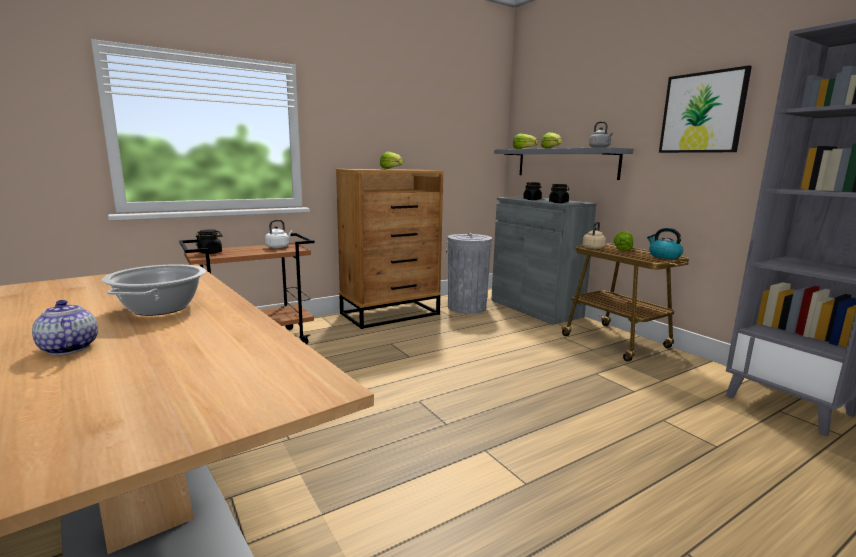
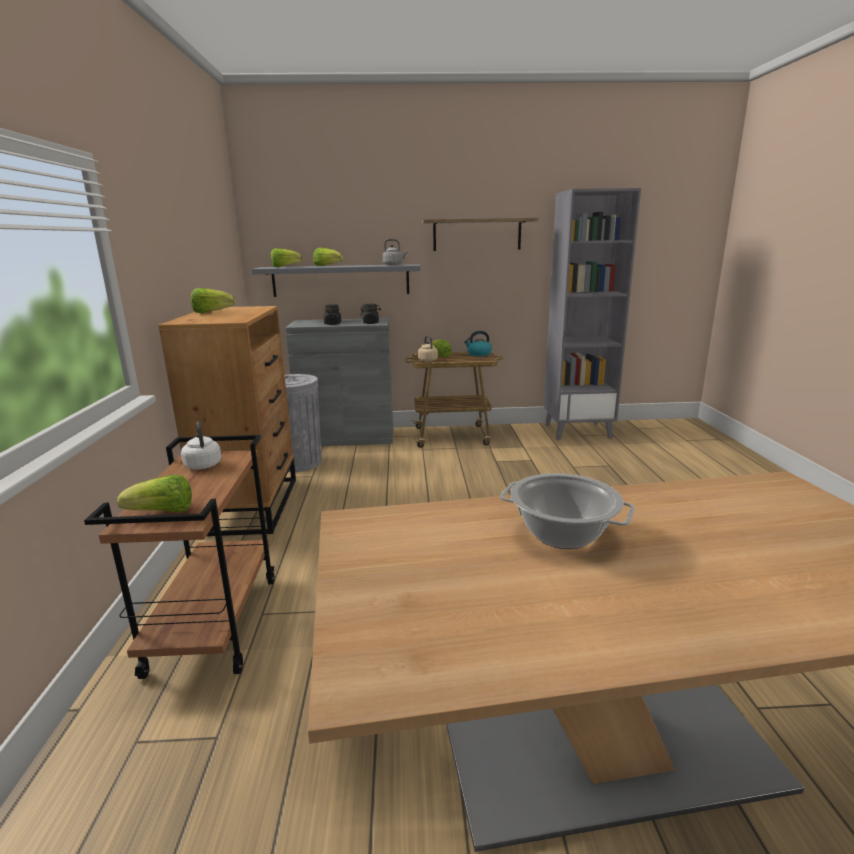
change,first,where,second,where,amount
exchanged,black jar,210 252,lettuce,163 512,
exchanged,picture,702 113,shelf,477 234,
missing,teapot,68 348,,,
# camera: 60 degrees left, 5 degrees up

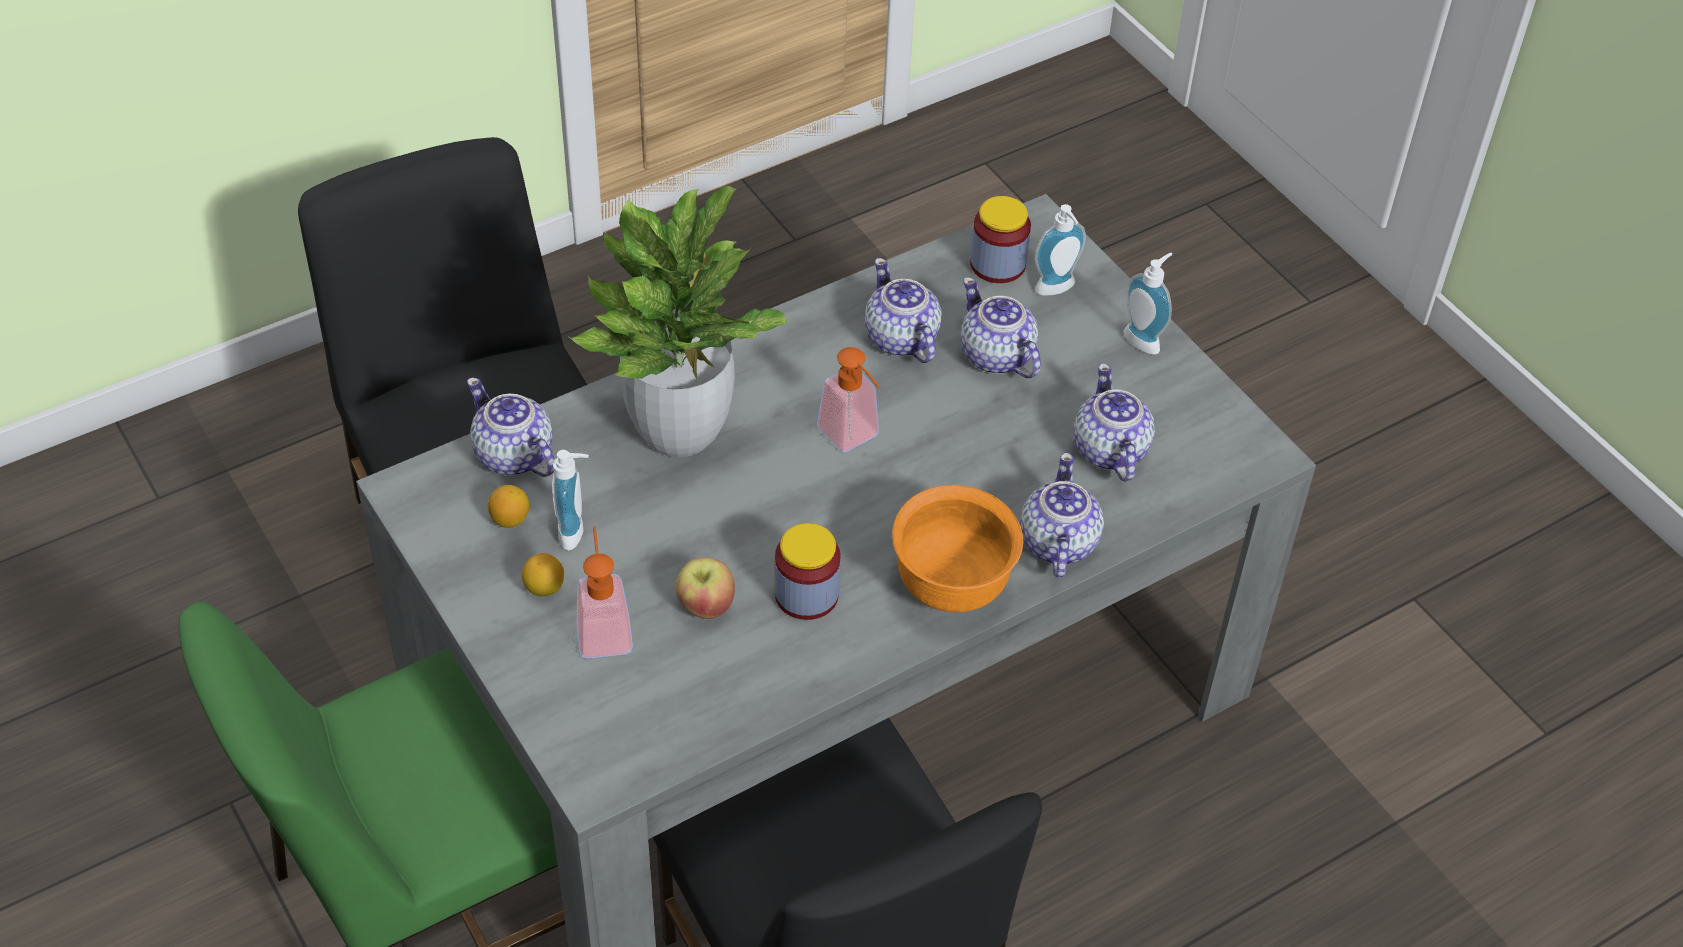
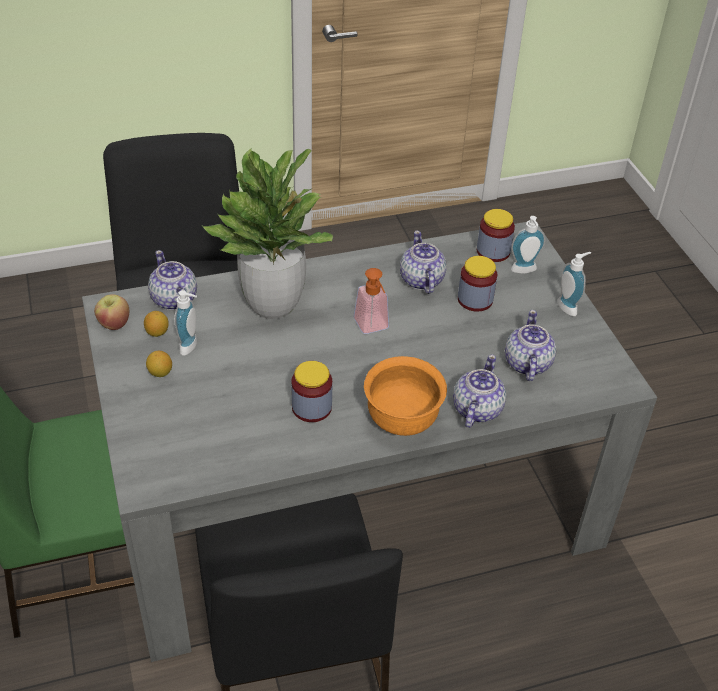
change,first,where,second,where,amount
relocated,apple,705 605,,114 324,
exchanged,teapot,996 356,jar,475 300,
missing,soap dispenser,603 628,,,
# camera: 15 degrees right, 5 degrees down

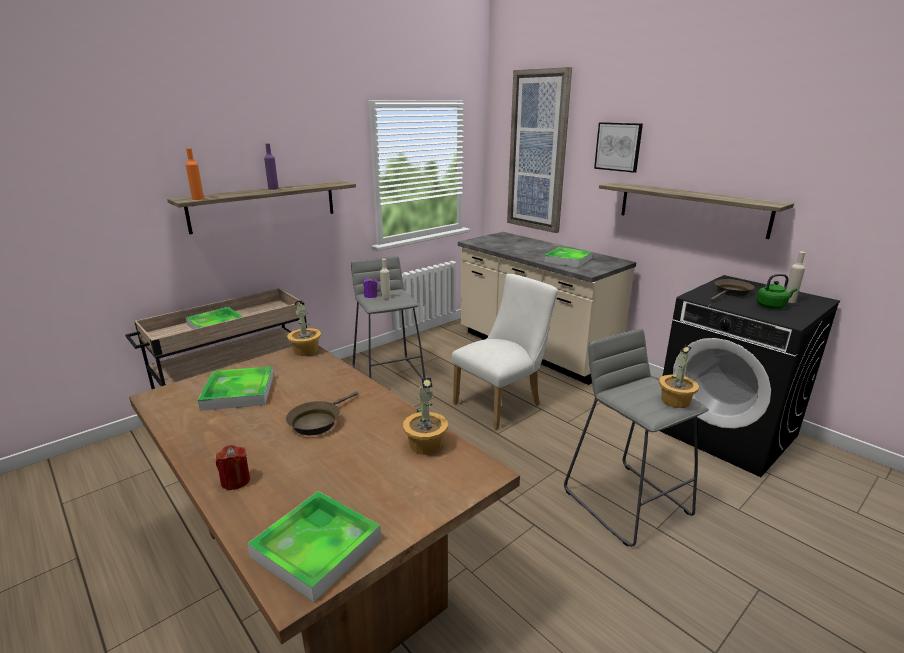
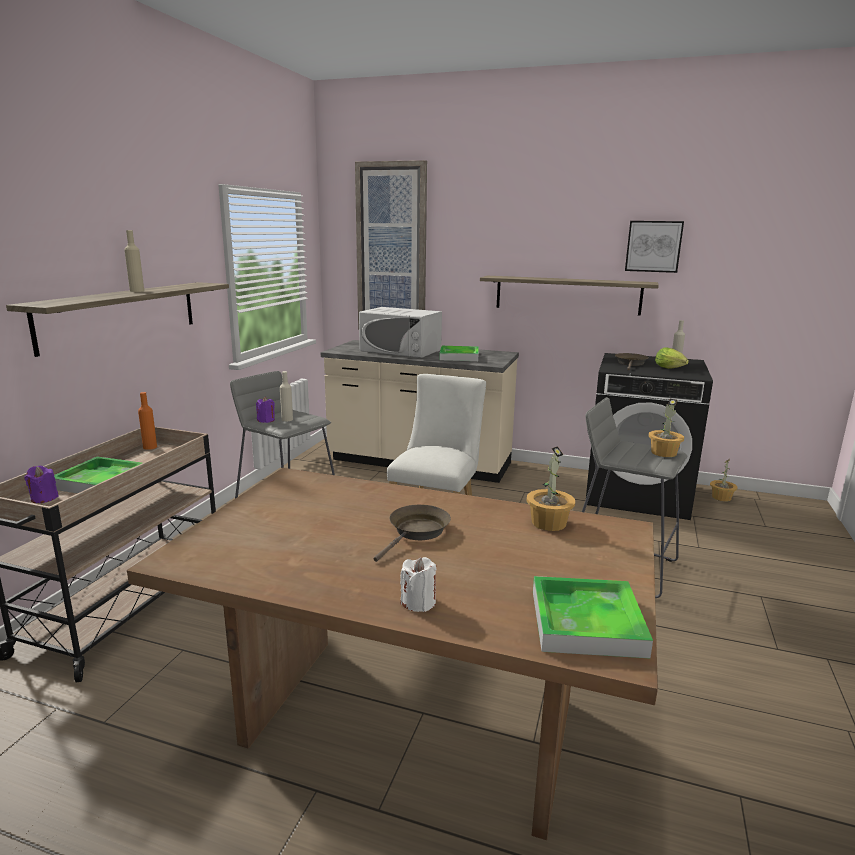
change,first,where,second,where,amount
appeared,,,purple candle,44 498,
colour,purple bottle,273 189,beige bottle,137 291,
relocated,orange bottle,198 199,,150 447,
appeared,,,white microwave,400 350,
spun,brown frying pan,318 421,,417 532,150 degrees counterclockwise
colour,red candle,235 481,white candle,418 602,
relocated,picture,618 147,,653 246,
exchanged,green kettle,772 306,lettuce,671 368,
relocated,potted plant,306 351,,721 497,
missing,tray,239 392,,,
# camera: 30 degrees left, 5 degrees down

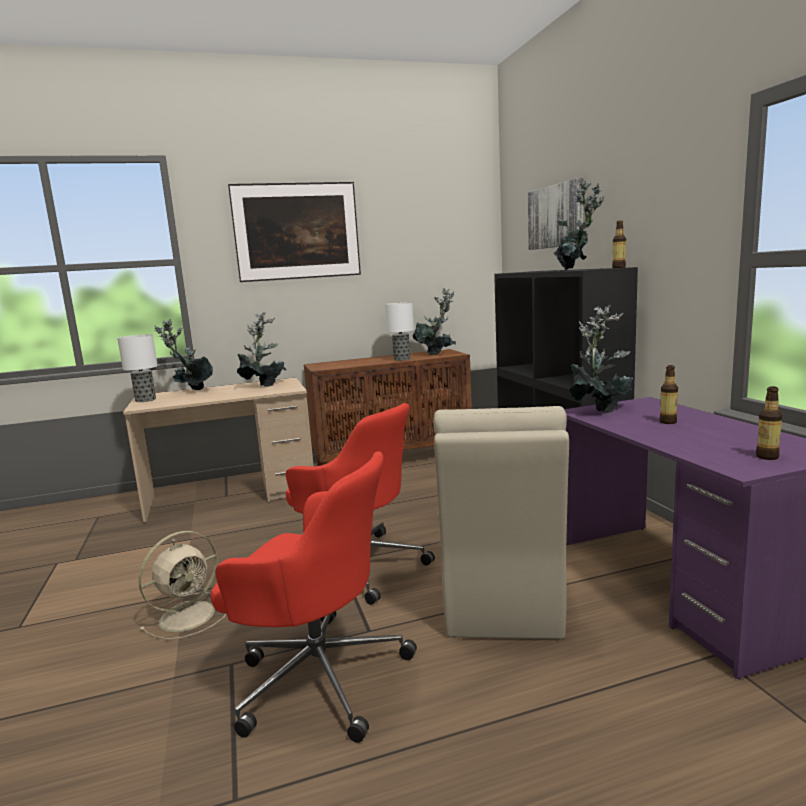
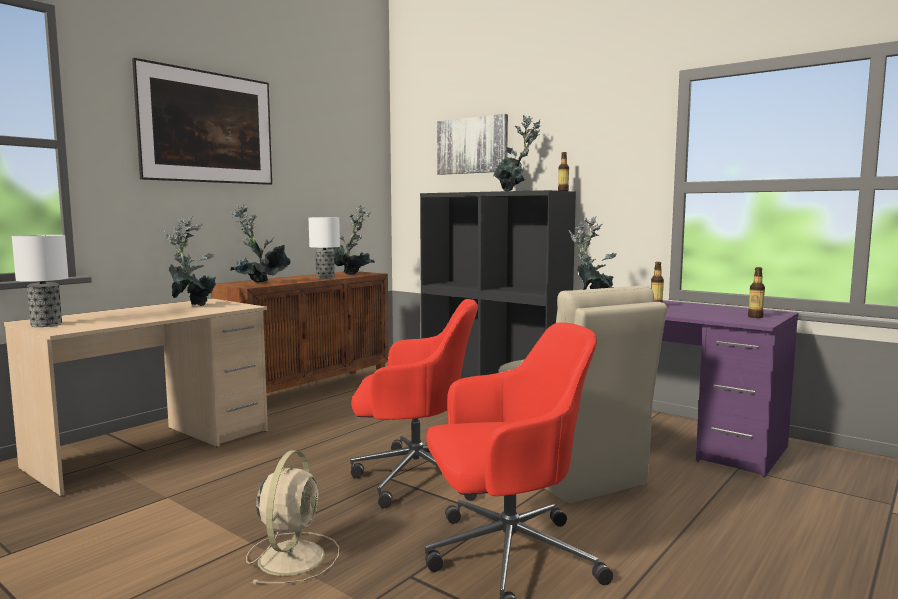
change,first,where,second,where,amount
relocated,potted plant,191 391,,259 283,
# camera: 35 degrees left, 5 degrees down

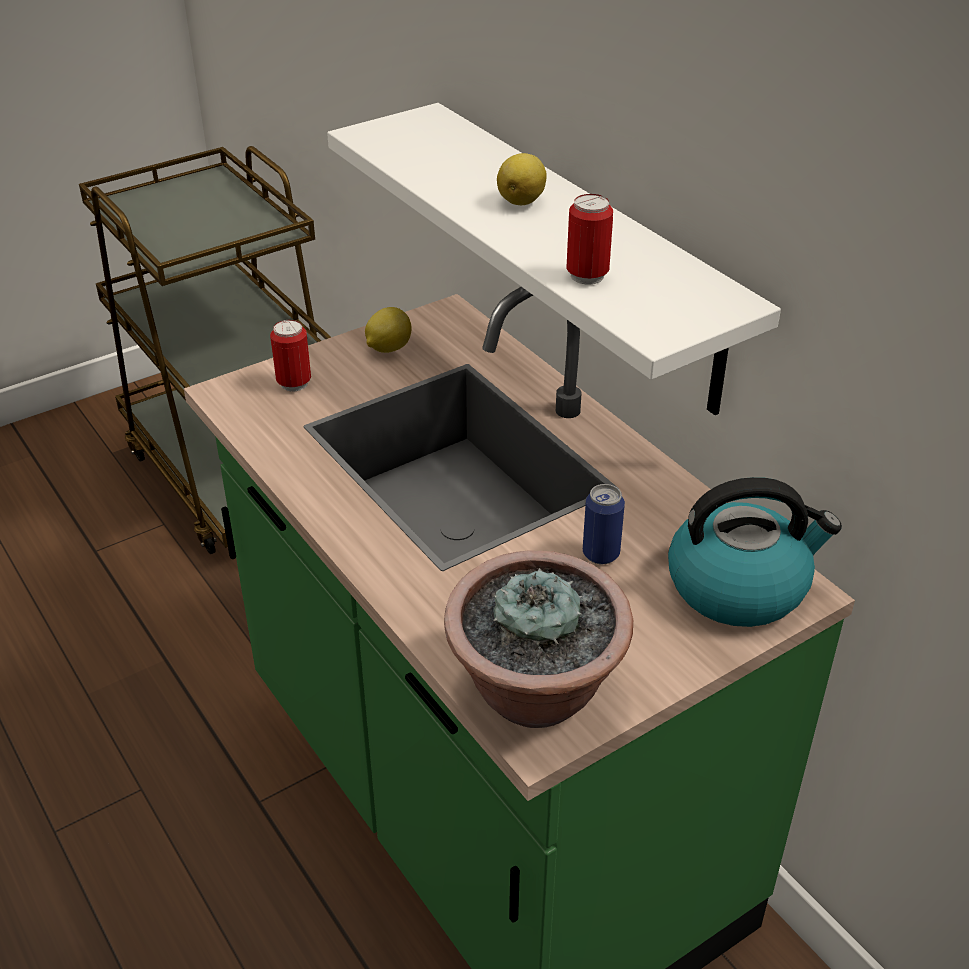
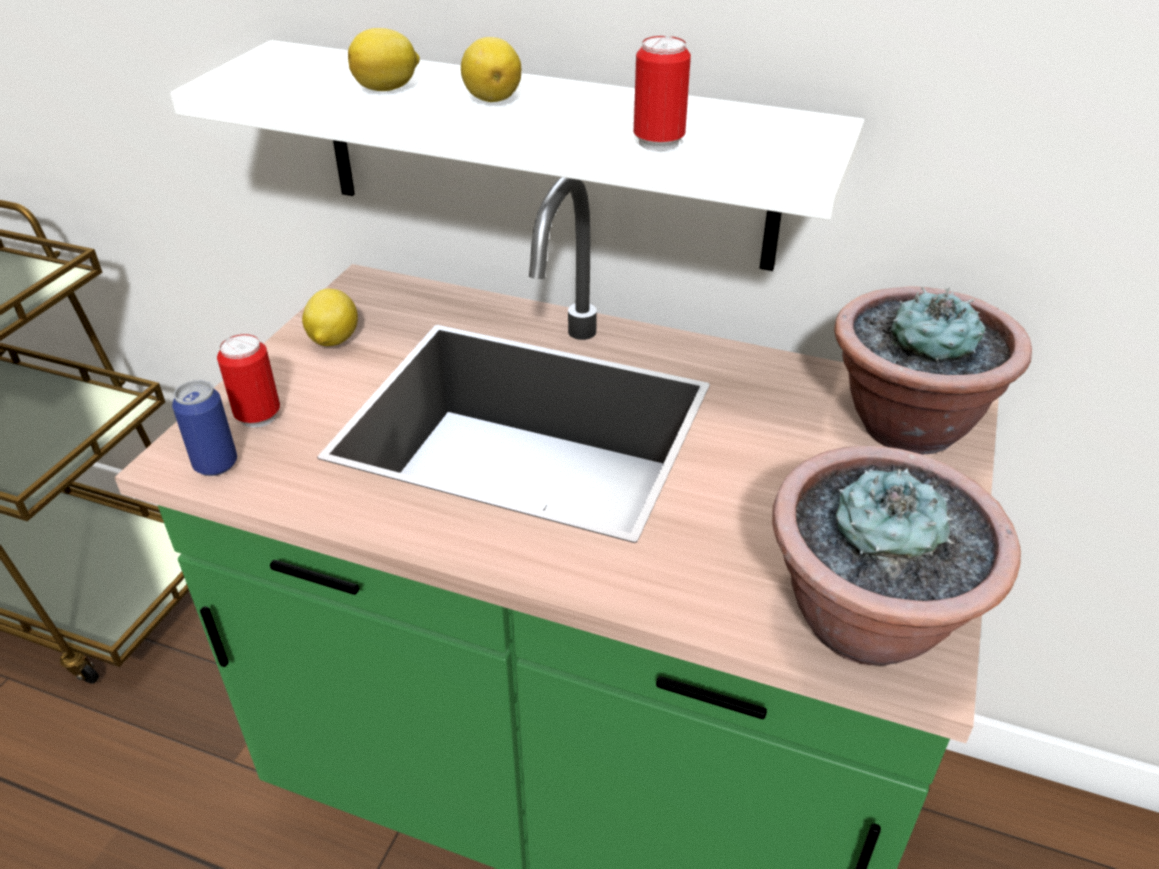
change,first,where,second,where,amount
relocated,can,601 554,,216 464,
appeared,,,lemon,388 89,
exchanged,kettle,739 586,potted plant,906 424,
# camera: 35 degrees left, 0 degrees up

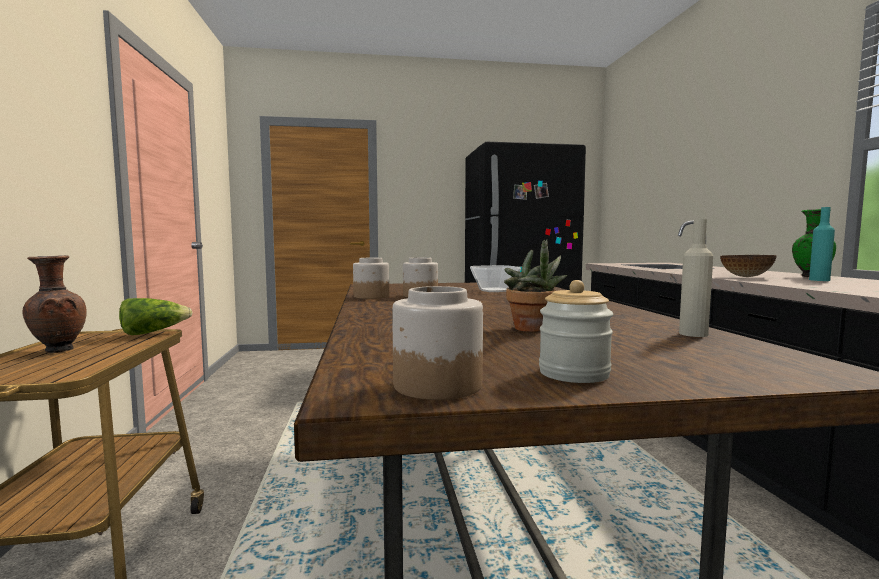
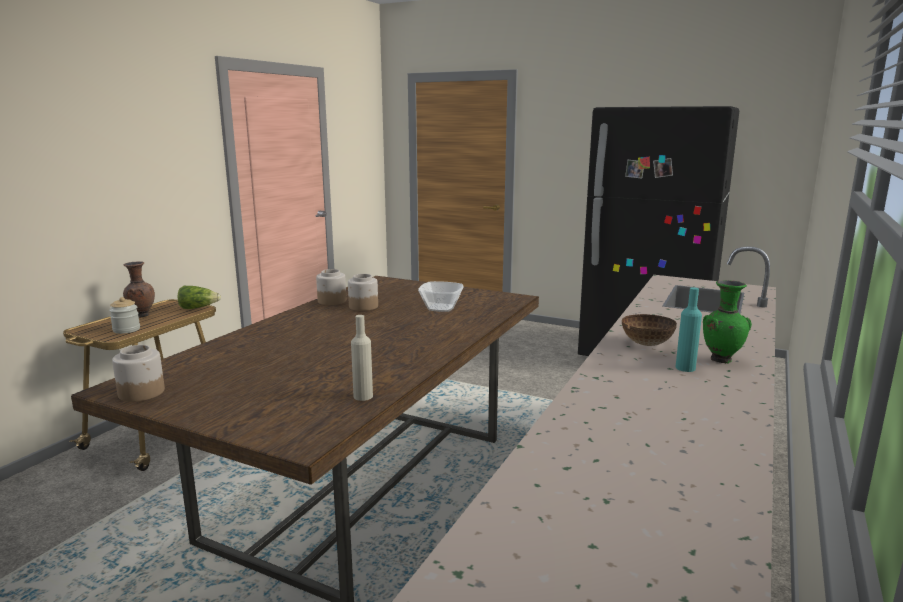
change,first,where,second,where,amount
relocated,jar,574 373,,126 330,
missing,potted plant,533 329,,,
# camera: 35 degrees right, 10 degrees up

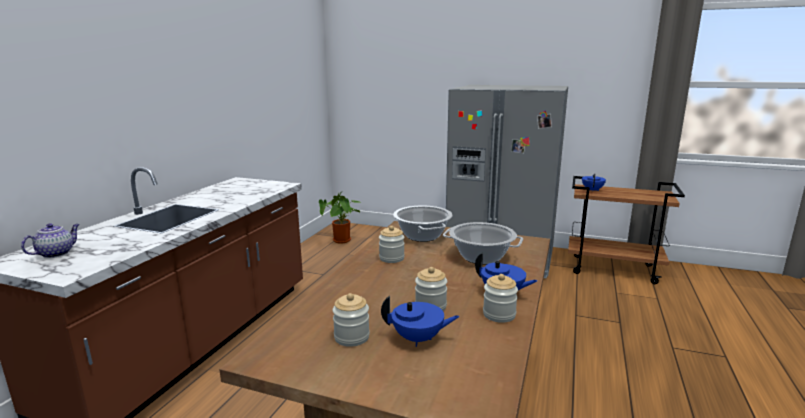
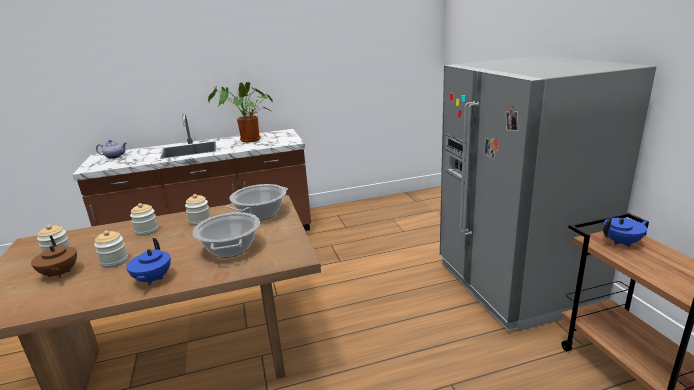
change,first,where,second,where,amount
colour,blue teapot,418 339,brown teapot,59 274,
relocated,jar,499 314,,147 231,
relocated,potted plant,342 241,,248 140,
# camera: 55 degrees right, 5 degrees up

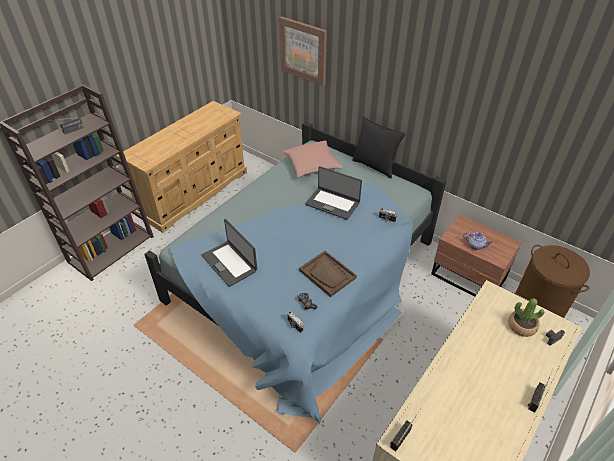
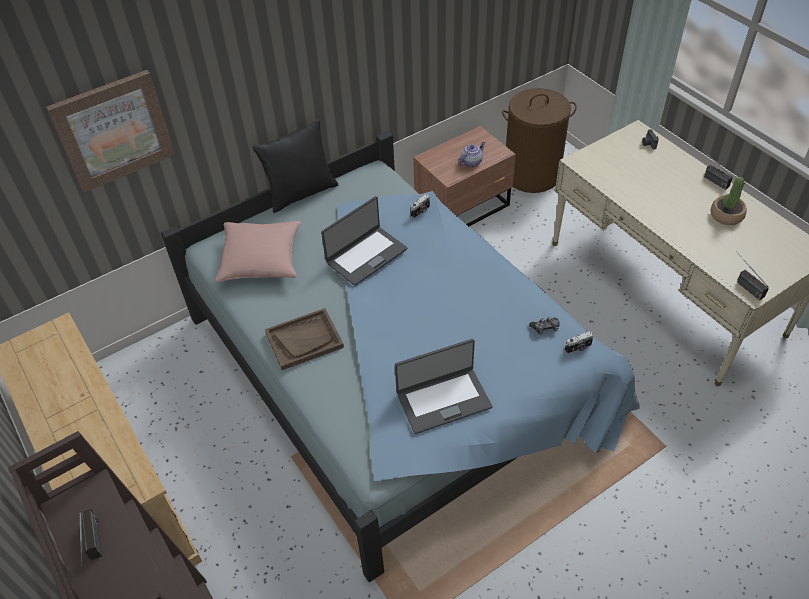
change,first,where,second,where,amount
relocated,brown tray,327 274,,304 340,
relocated,potted plant,522 326,,726 215,
# camera: 70 degrees left, 5 degrees up

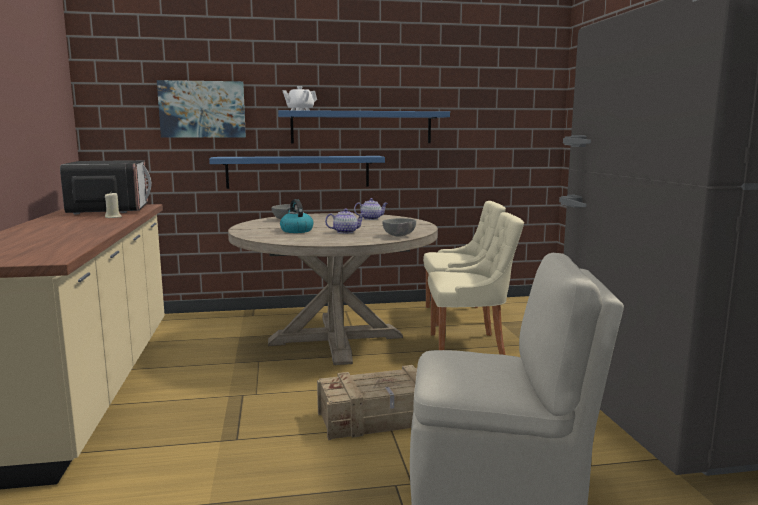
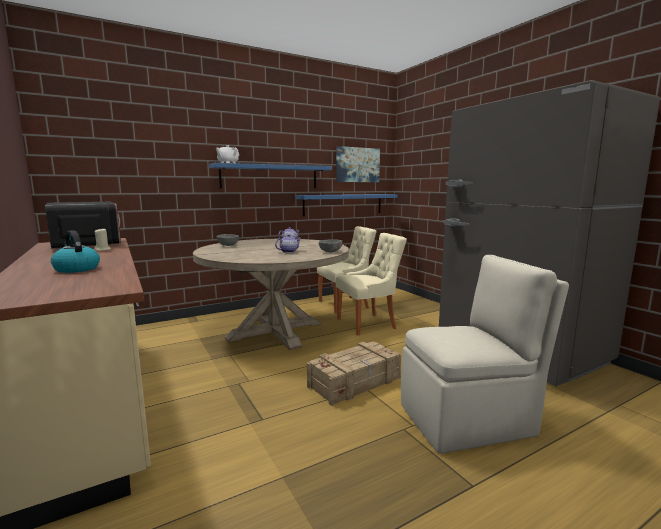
change,first,where,second,where,amount
relocated,kettle,296 230,,76 269,
relocated,blue shelf,298 171,,343 204,
relocated,picture,202 109,,357 165,
# camera: 20 degrees left, 0 degrees up

